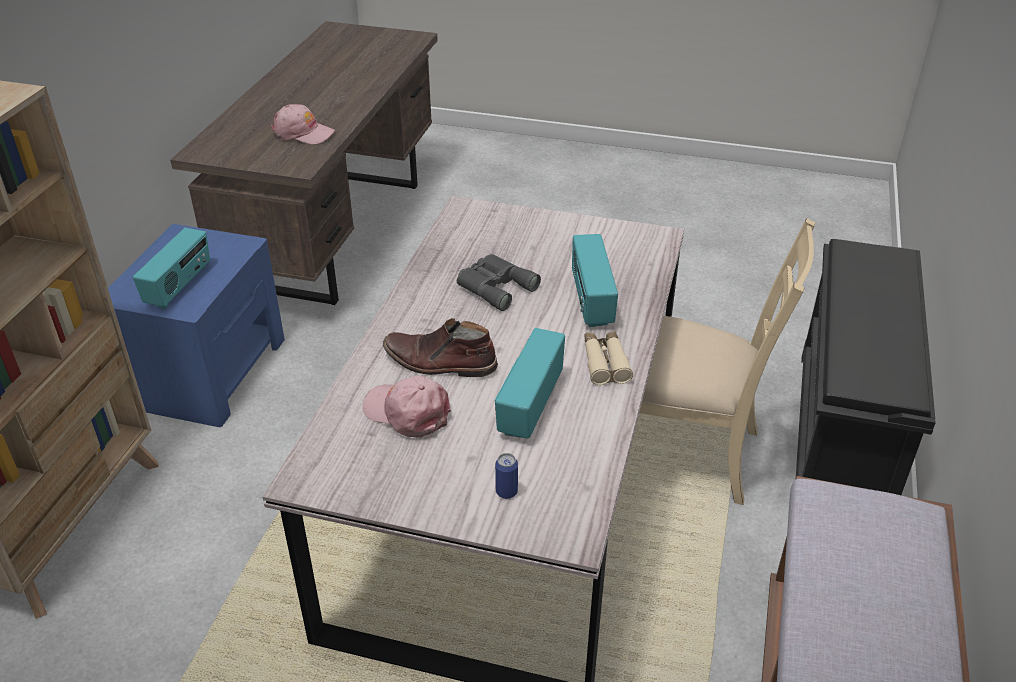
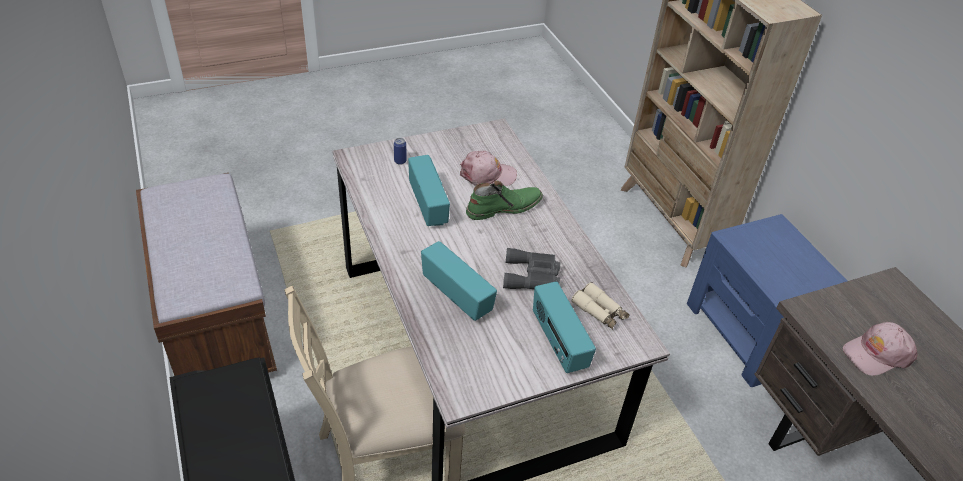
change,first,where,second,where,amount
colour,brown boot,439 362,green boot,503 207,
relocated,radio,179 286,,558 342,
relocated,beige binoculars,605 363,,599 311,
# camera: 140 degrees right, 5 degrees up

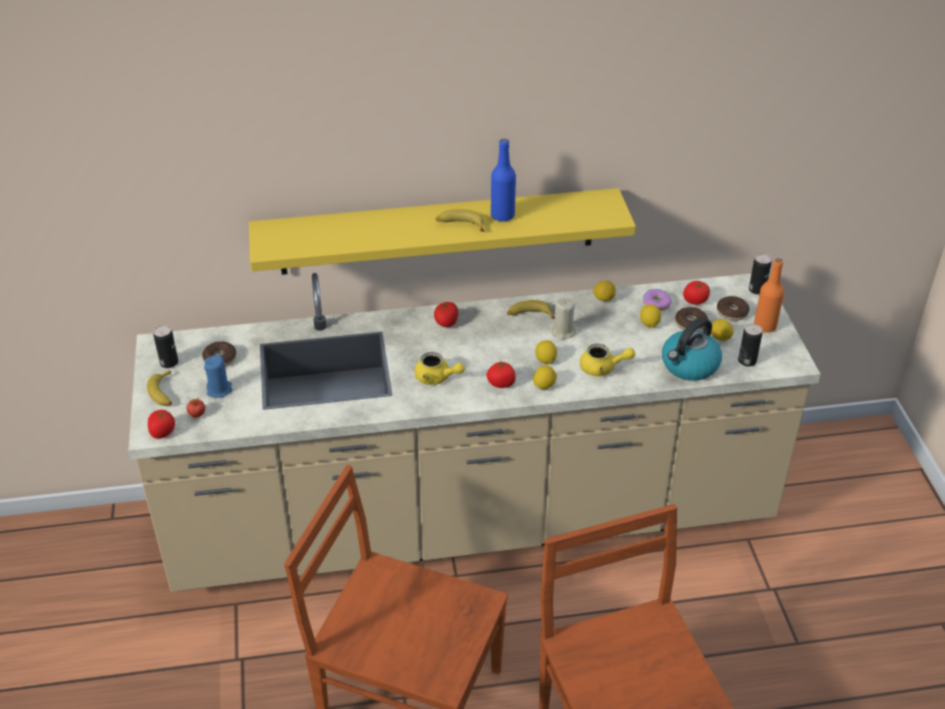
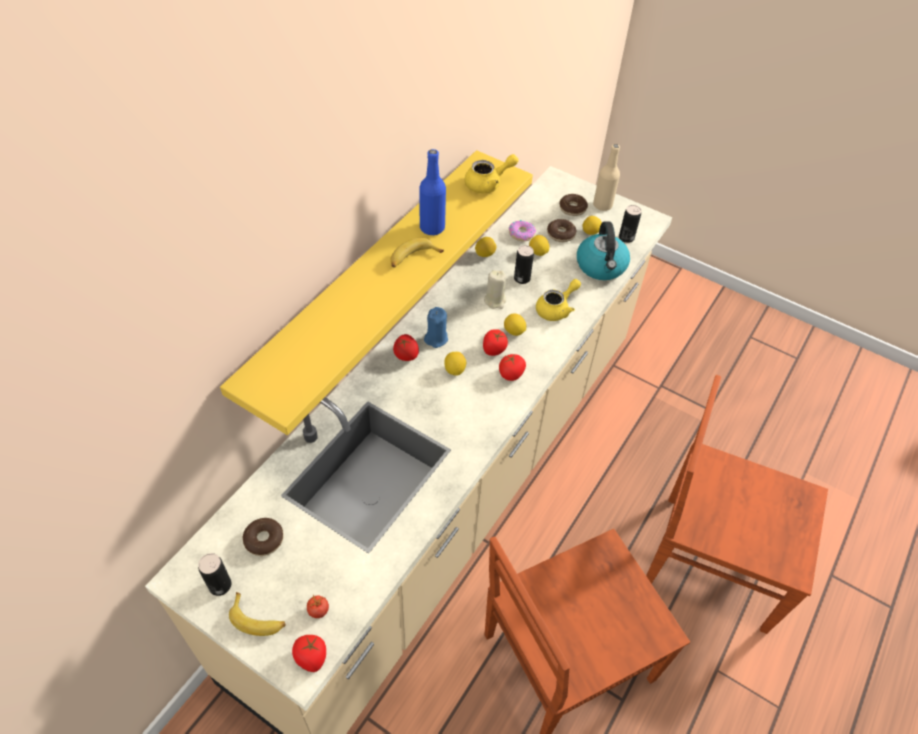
change,first,where,second,where,amount
relocated,blue candle,219 390,,436 338,
relocated,lemon,544 385,,454 370,
relocated,yellow teapot,437 378,,488 184,
relocated,tomato,695 301,,493 349,
relocated,can,757 290,,522 278,
colour,orange bottle,765 326,beige bottle,602 205,
missing,banana,529 315,,,
# camera: 50 degrees left, 10 degrees up

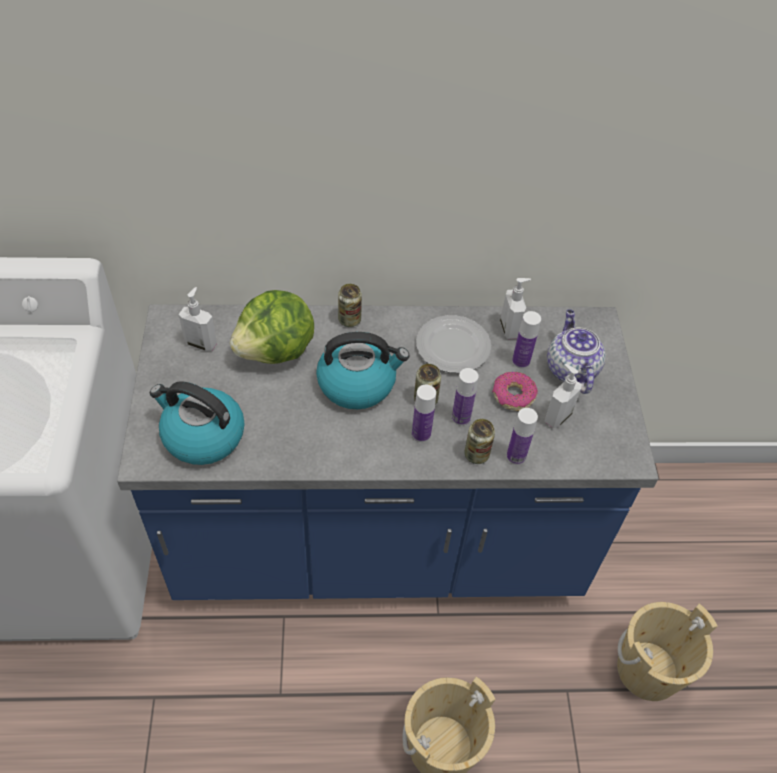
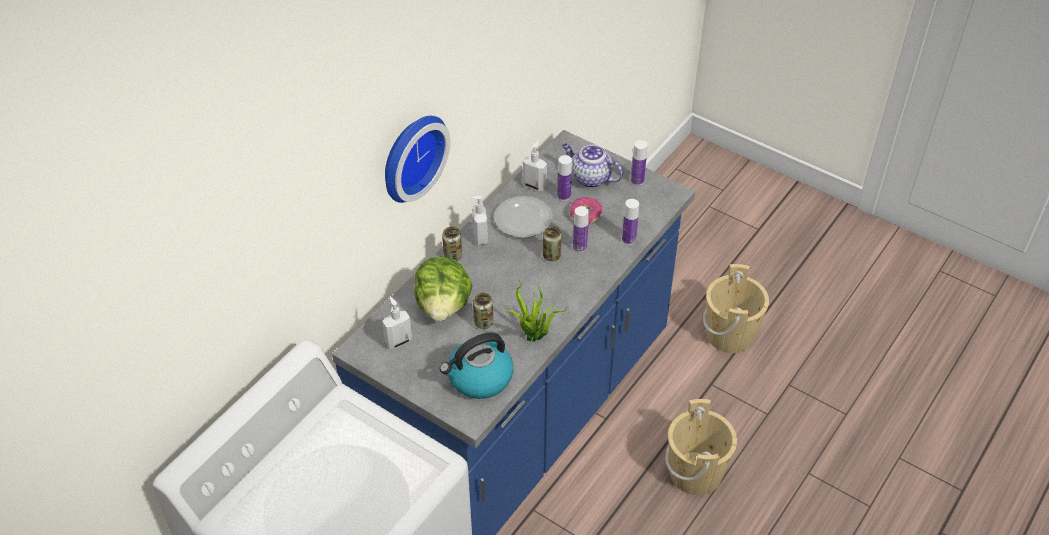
change,first,where,second,where,amount
appeared,,,wall clock,410 155,
relocated,soap dispenser,557 416,,479 237,
relocated,can,476 454,,483 322,
appeared,,,potted plant,534 337,
relocated,bottle,421 434,,637 181,
missing,kettle,358 383,,,
# camera: 50 degrees left, 5 degrees down

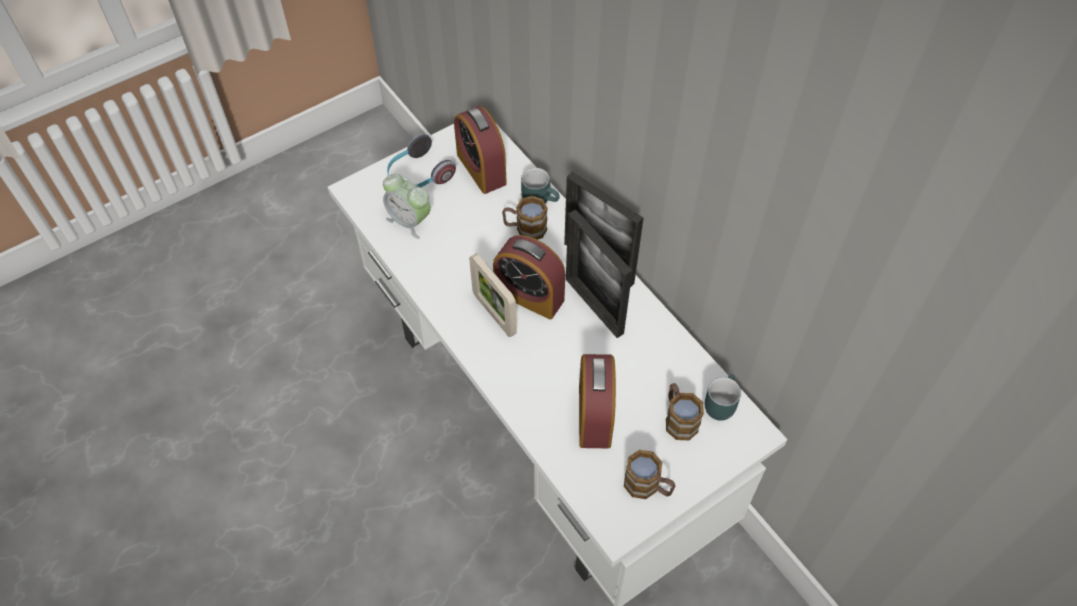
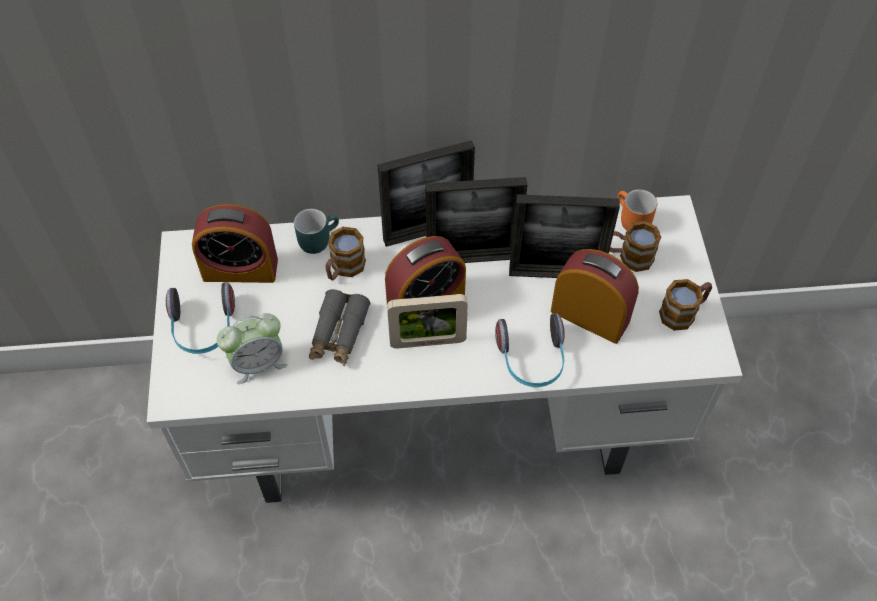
change,first,where,second,where,amount
appeared,,,grey binoculars,338 334,
appeared,,,headphones,532 360,
appeared,,,picture frame,555 274,
colour,turquoise mug,718 403,orange mug,630 221,
# camera: 60 degrees left, 0 degrees up

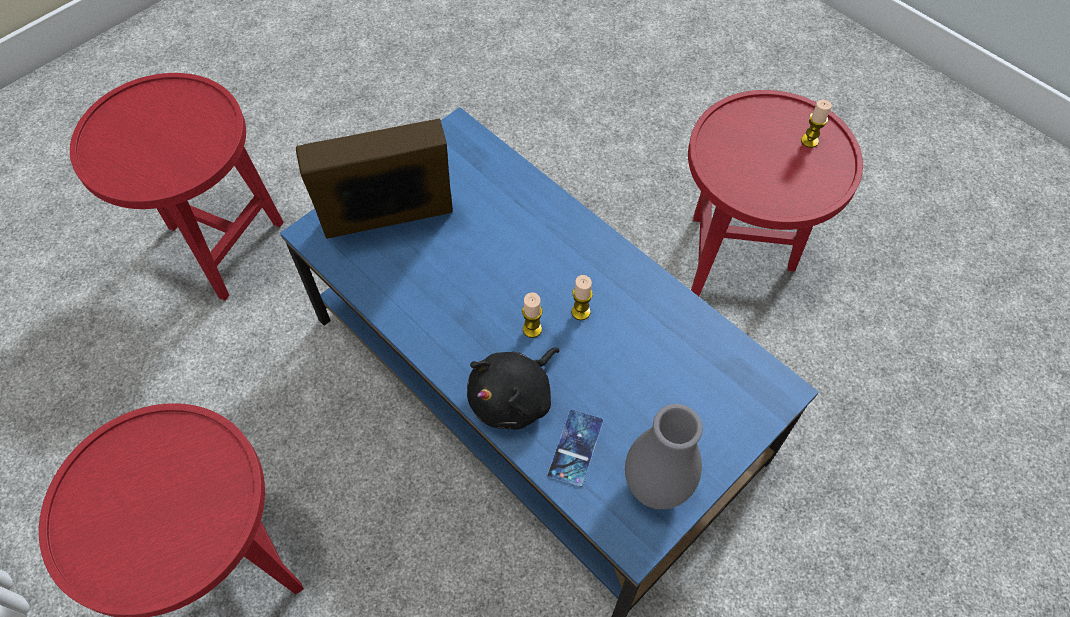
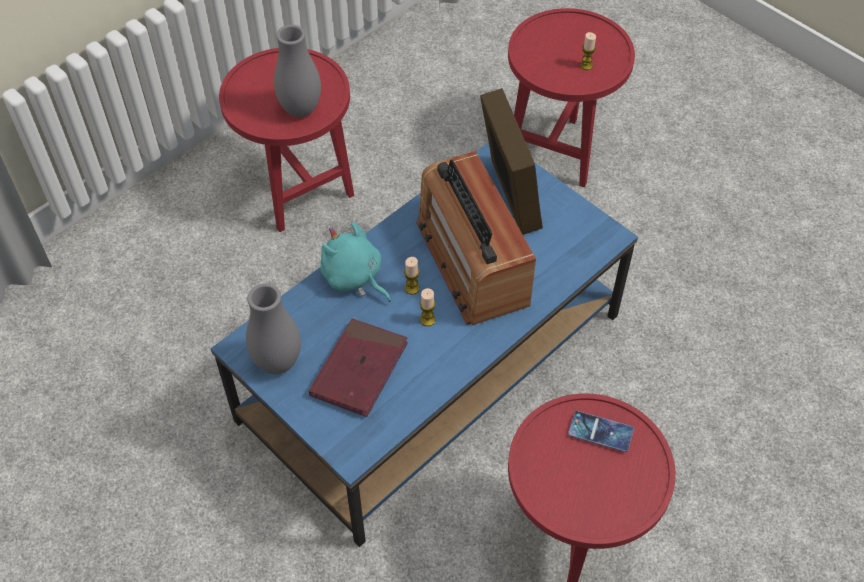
change,first,where,second,where,amount
appeared,,,grey vase,300 109,
appeared,,,red book,359 370,
colour,black plush toy,514 397,turquoise plush toy,354 277,
appeared,,,radio,471 262,
relocated,phone,575 448,,600 431,
relocated,candle,809 141,,586 65,
# camera: 90 degrees right, 5 degrees down

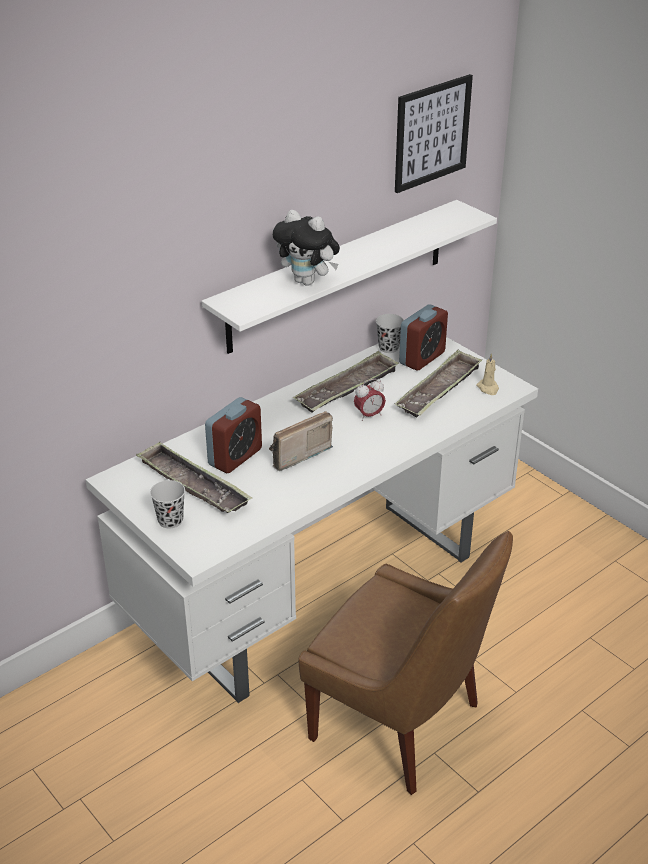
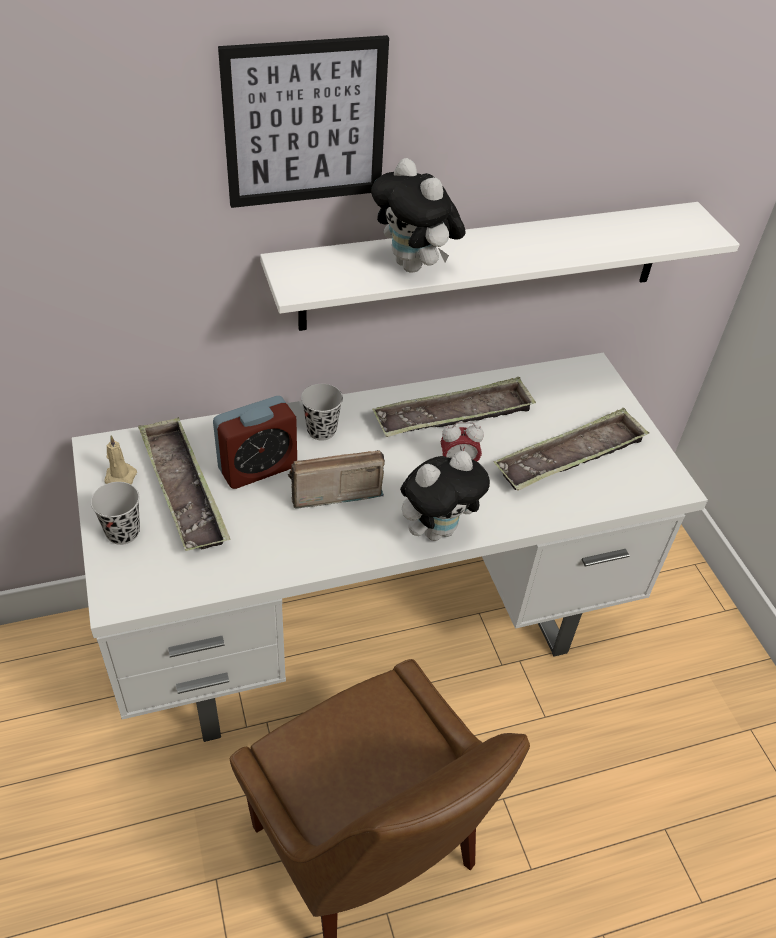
change,first,where,second,where,amount
relocated,beige candle,488 388,,120 479,
relocated,picture,432 133,,305 123,
relocated,black cup,388 348,,321 430,
appeared,,,plush toy,437 529,
missing,alarm clock,422 358,,,
# camera: 20 degrees right, 10 degrees up

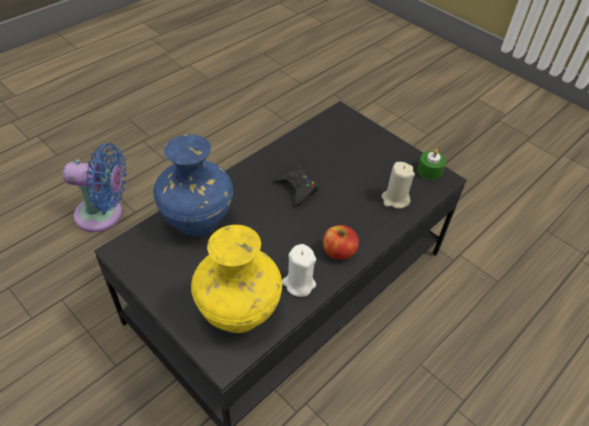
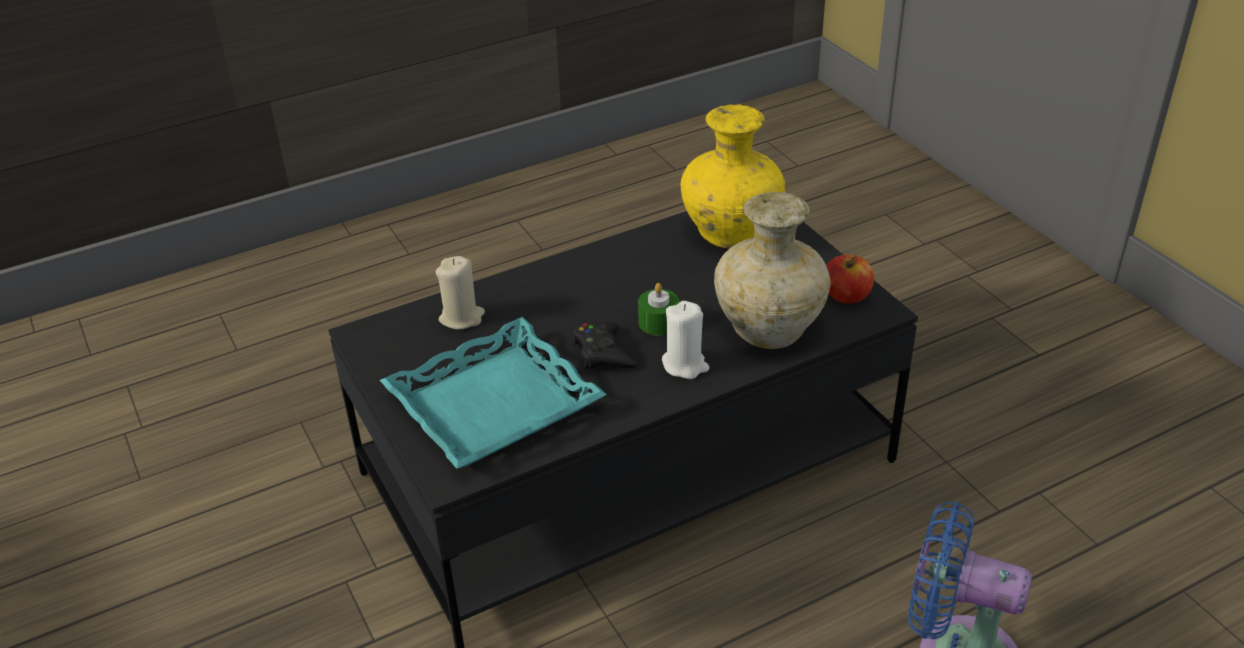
change,first,where,second,where,amount
appeared,,,turquoise tray,493 403,
relocated,green candle,429 171,,658 322,
relocated,white candle,298 283,,685 365,
colour,blue vase,197 221,beige vase,769 329,
relocated,apple,339 251,,846 296,
# camera: 160 degrees left, 10 degrees down

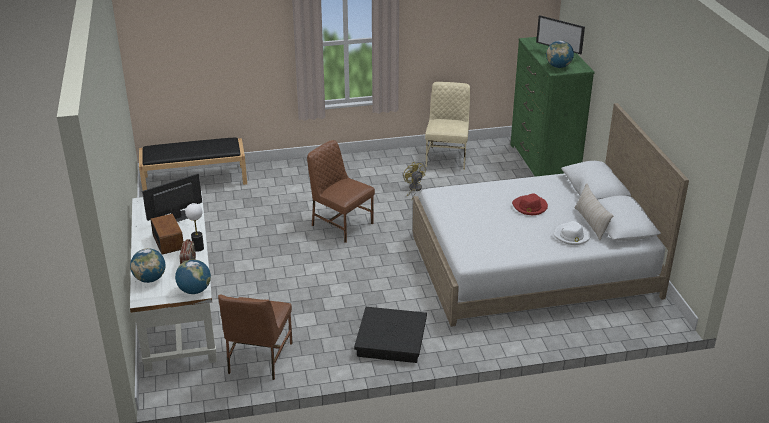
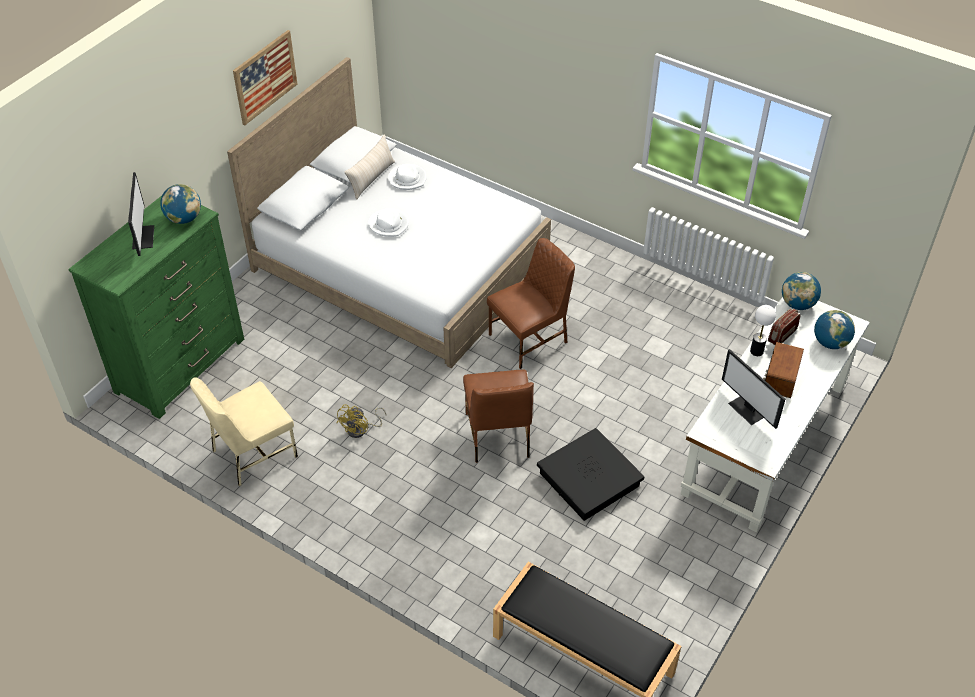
change,first,where,second,where,amount
appeared,,,picture,265 77,
colour,red hat,530 207,white hat,389 224,
relocated,brown chair,258 358,,530 338,
relocated,black storage box,390 340,,589 480,
spun,monitor,175 218,,748 409,45 degrees clockwise
# camera: 135 degrees left, 15 degrees up

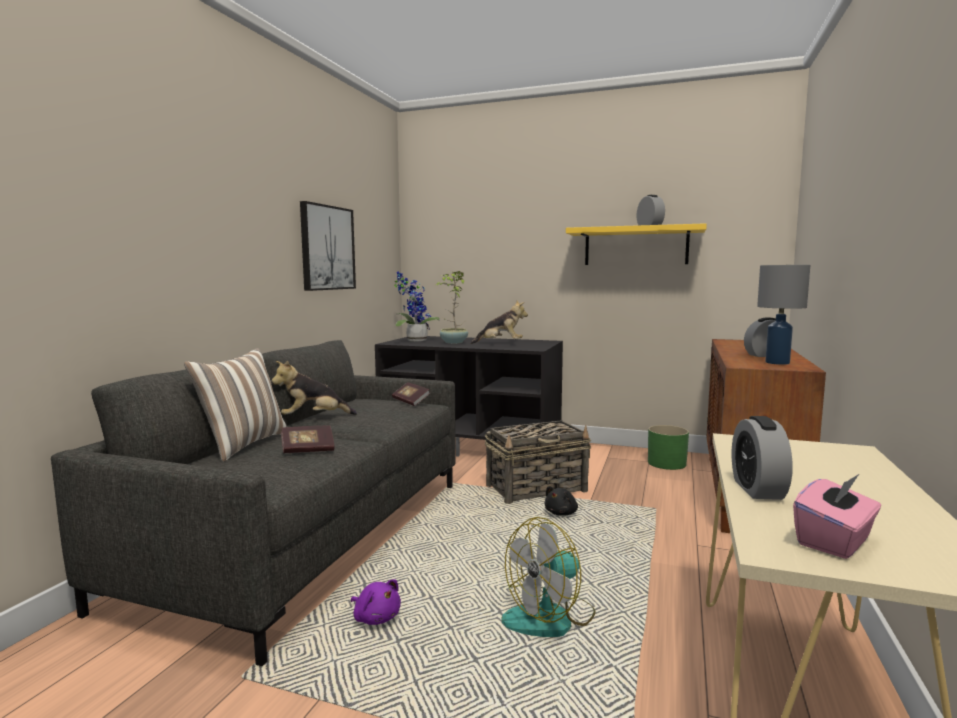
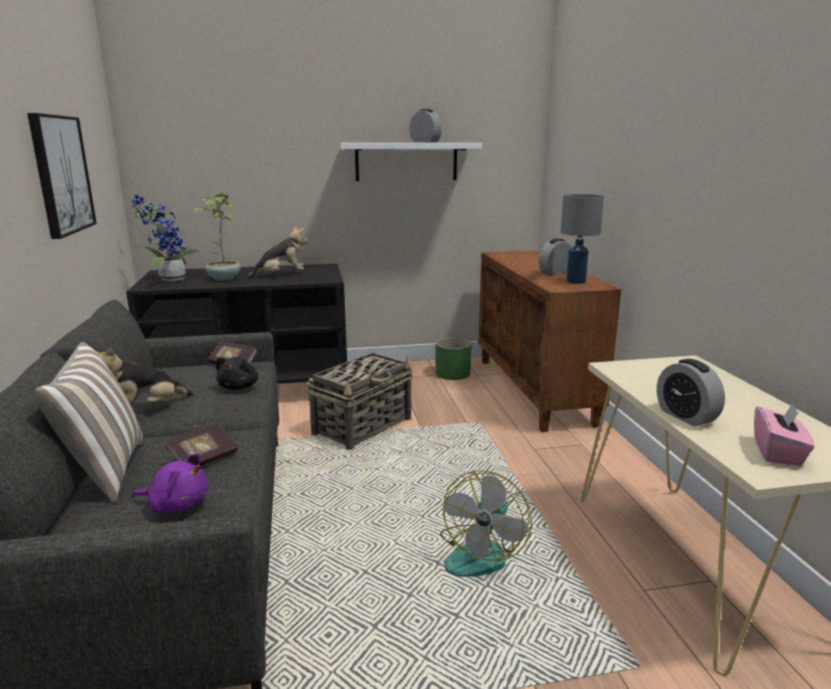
change,first,where,second,where,amount
relocated,purple plush toy,376 617,,177 505,
relocated,black plush toy,562 513,,239 387,
colour,yellow shelf,636 246,white shelf,406 161,
# camera: 30 degrees left, 10 degrees up

